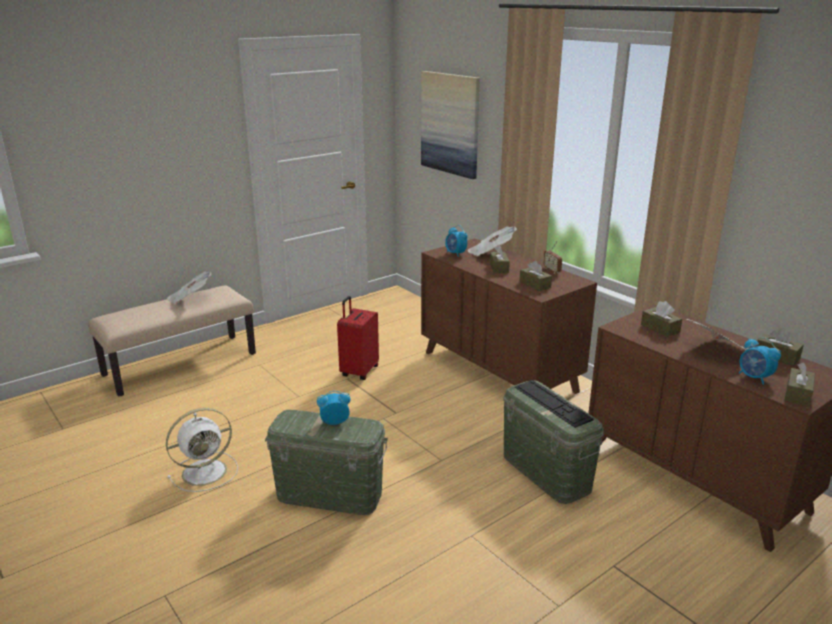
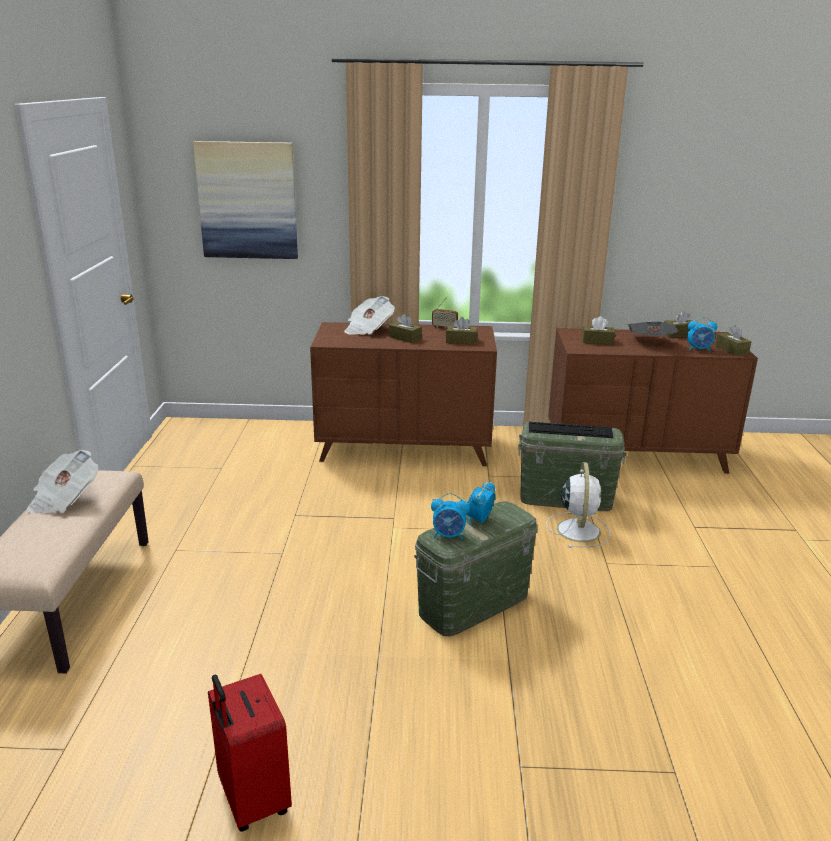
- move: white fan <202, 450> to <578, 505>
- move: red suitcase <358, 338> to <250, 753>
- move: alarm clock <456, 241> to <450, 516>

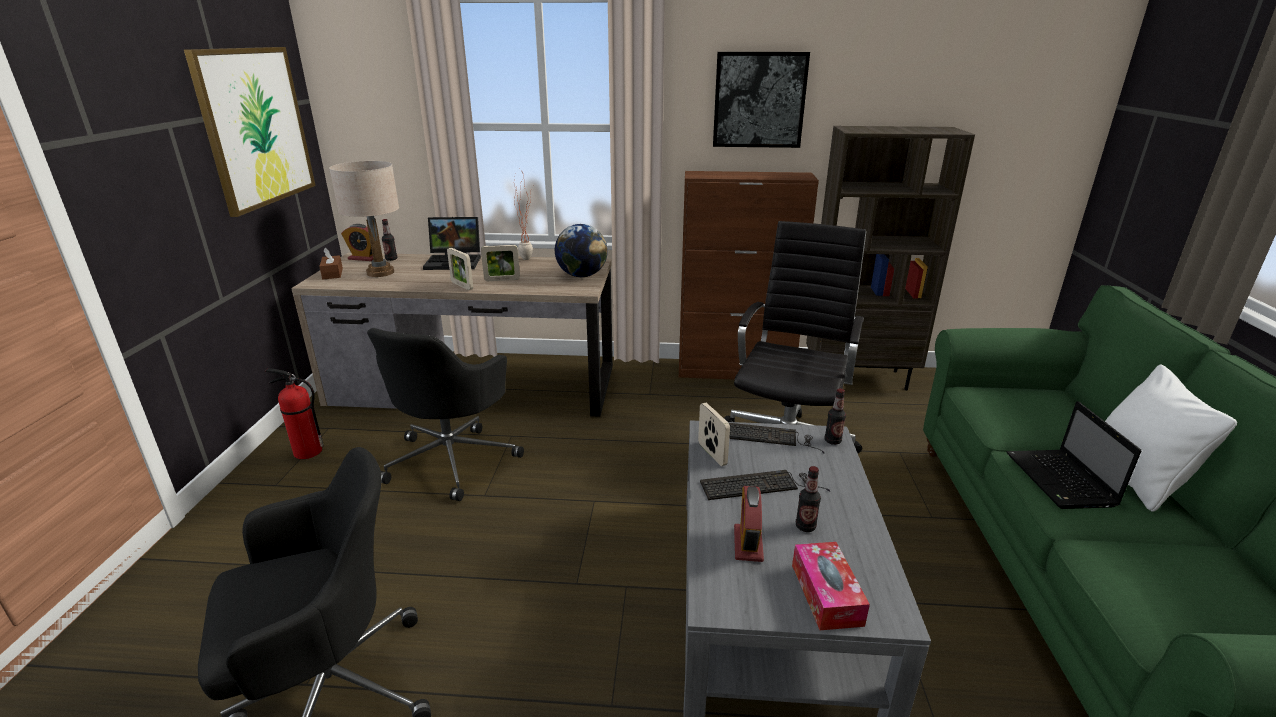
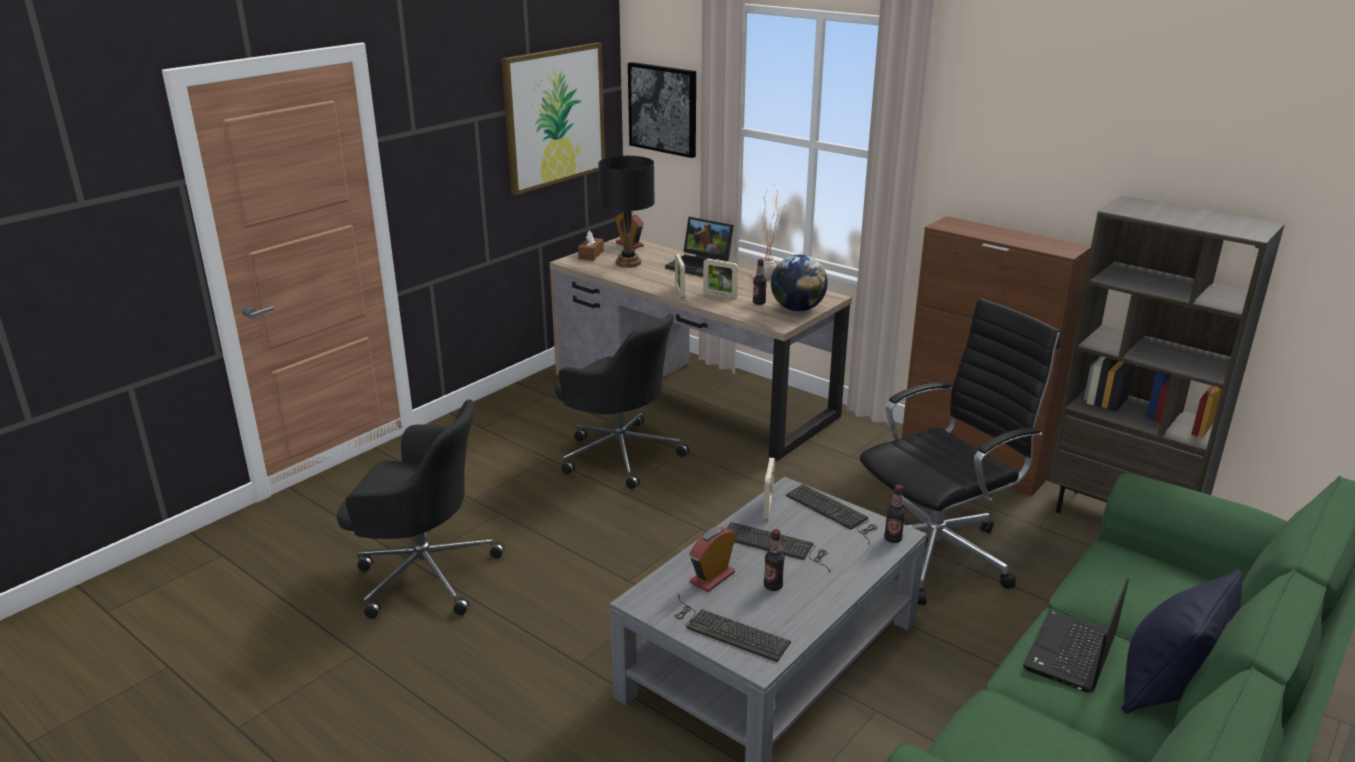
- delete: extinguisher <294, 413>
- move: drink bottle <389, 240> to <760, 282>
- move: picture <761, 100> to <662, 110>
- replace: box of tissues <831, 586> to keyboard <732, 628>
- recolor: beige-coloured lamp for a table <364, 219> to blackish lamp for a table <626, 212>
- recolor: white throw pillow <1171, 438> to blackish throw pillow <1182, 641>
- rotate: blackish office chair <445, 414> = <622, 401> 105 degrees counterclockwise

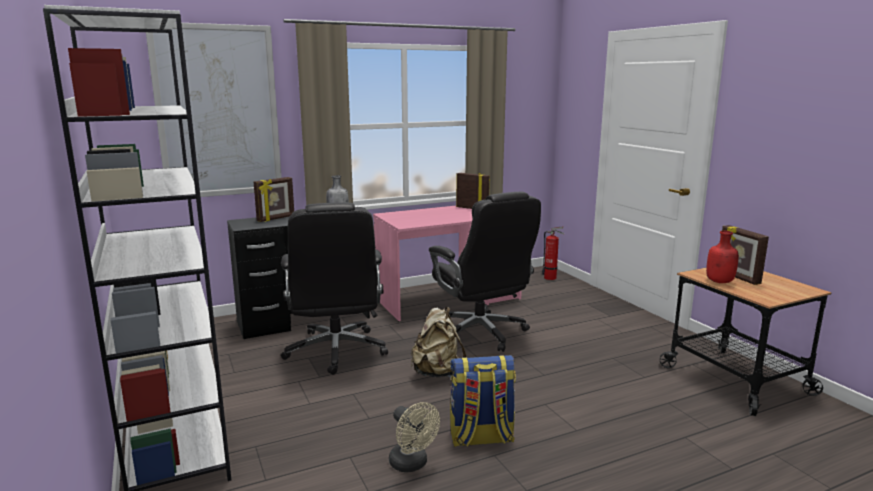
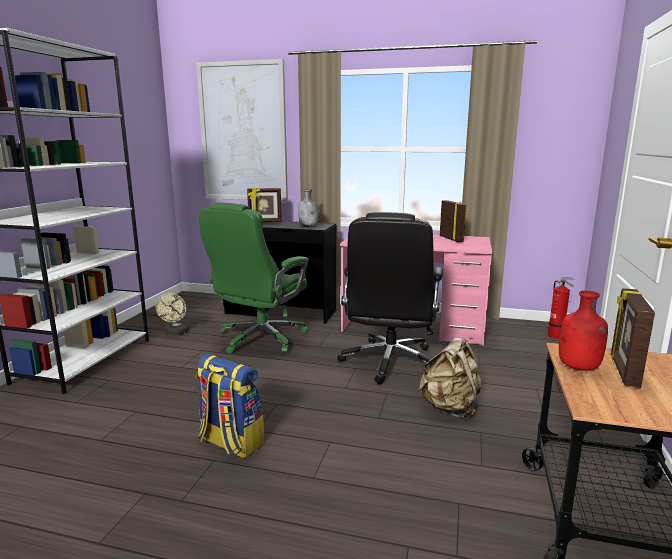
- move: beige-coloured fan <414, 437> to <172, 314>
- move: beige-coloured backpack <439, 342> to <450, 378>
- recolor: blackish office chair <334, 288> to green office chair <254, 278>

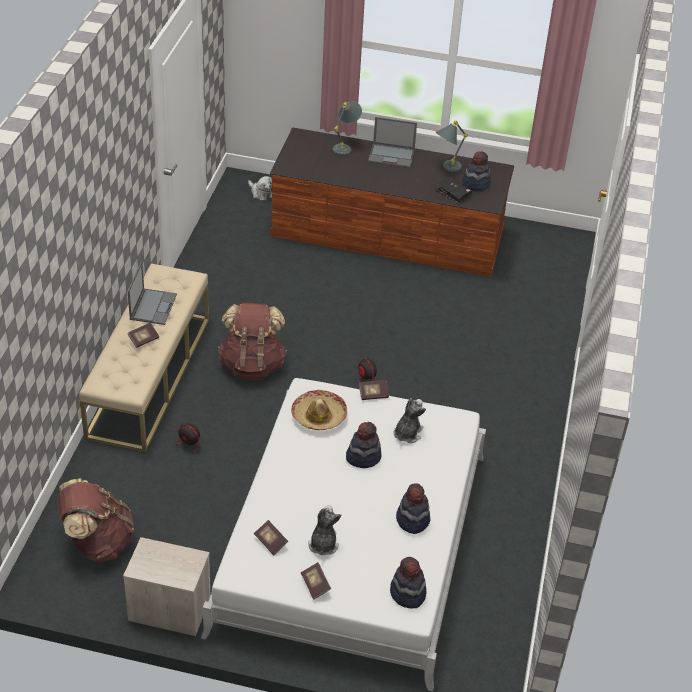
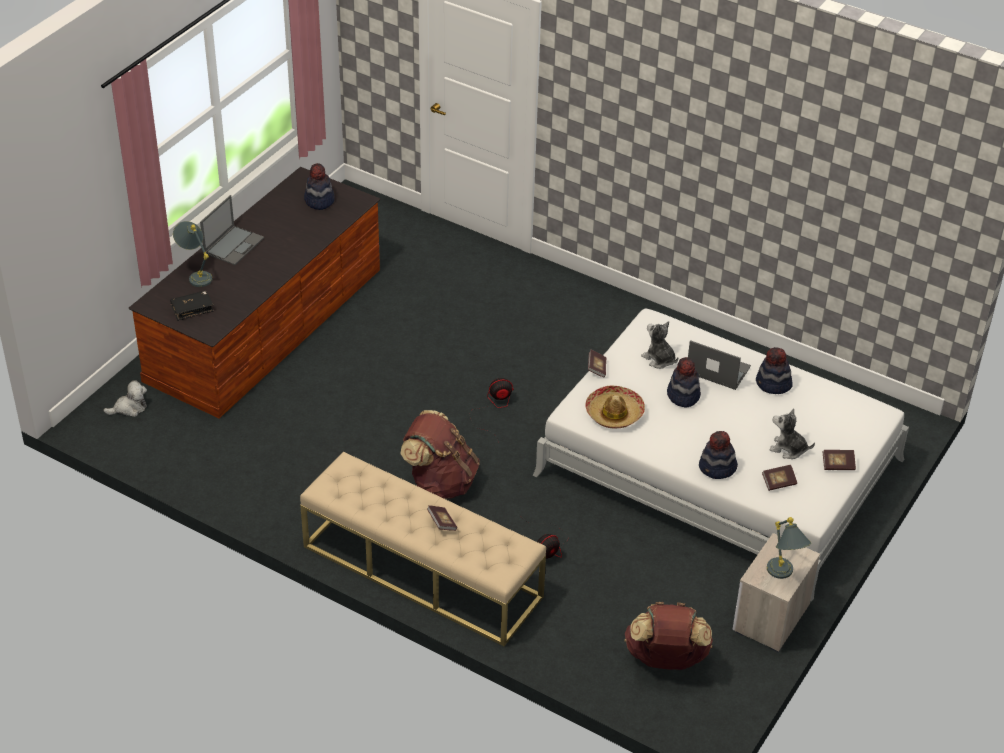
- move: notebook computer <152, 293> to <719, 365>
- move: hat <408, 582> to <718, 455>
- move: gray lamp for a table <452, 146> to <789, 548>
- move: blackish bound book <454, 190> to <192, 305>

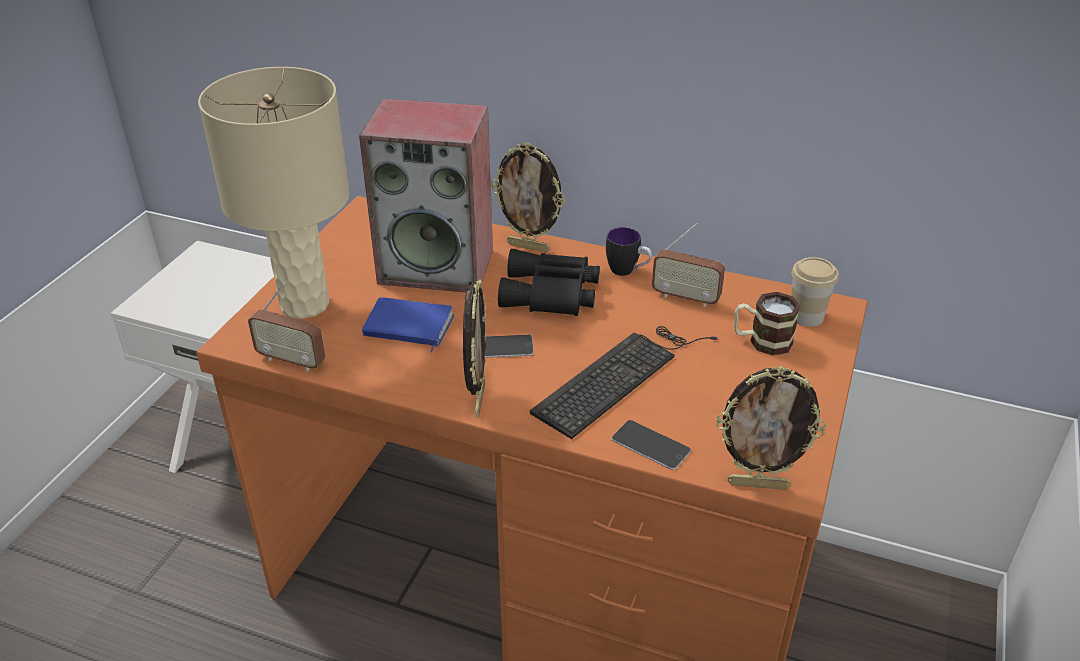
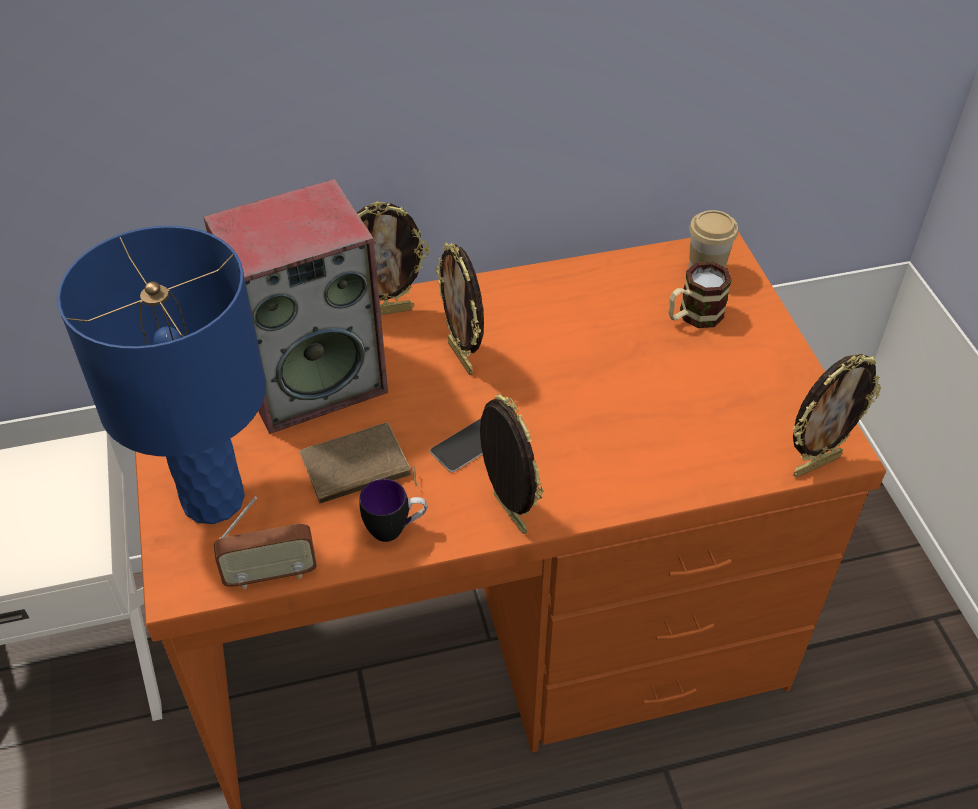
- delete: keyboard <623, 382>
- delete: telephone <651, 445>
- delete: radio set <688, 265>
- move: tea mug <629, 251> to <393, 510>
- replace: blackish binoculars <549, 282> to picture frame <460, 308>
- recolor: beige-coloured lamp for a table <274, 193> to blue-coloured lamp for a table <161, 375>
- recolor: blue-coloured bound book <408, 324> to brownish bound book <358, 462>

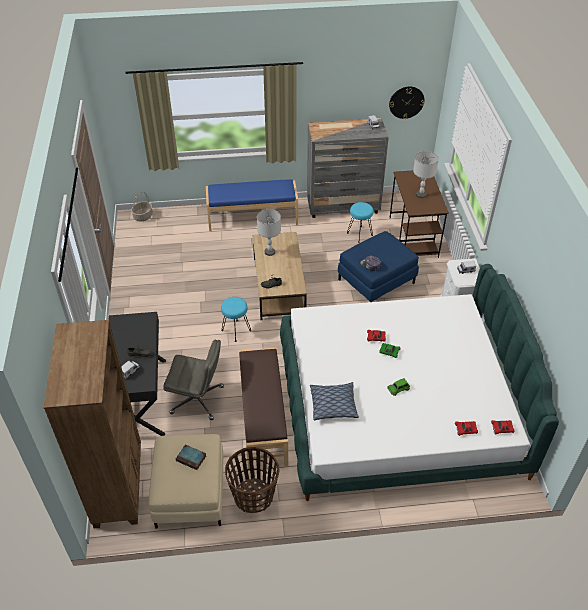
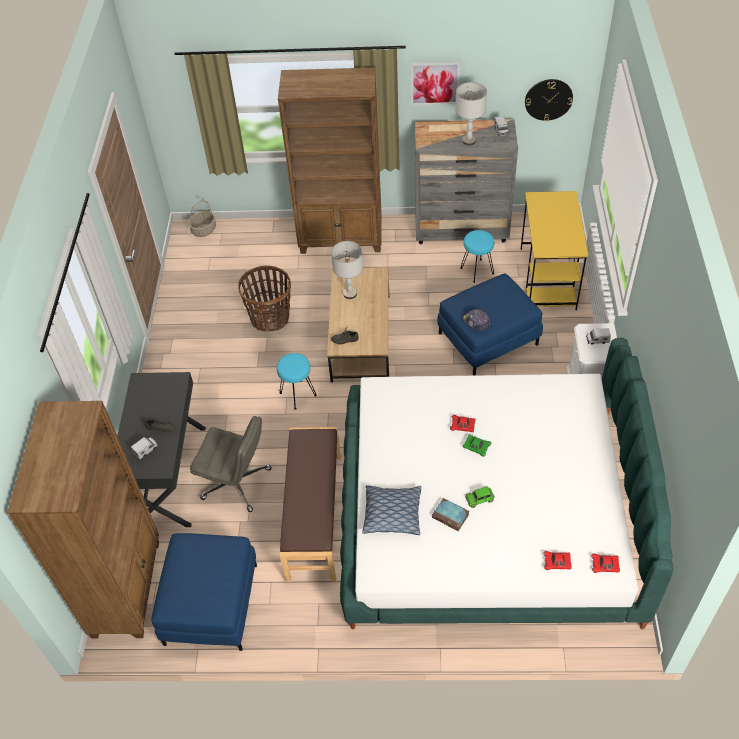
- insert: picture <435, 83>
- move: bound book <191, 457> to <450, 514>
- move: household basket <252, 480> to <264, 299>
- move: gray lamp for a table <426, 174> to <471, 113>
- replace: blue-coloured long seat <252, 205> to brownish bookcase <330, 160>
- recolor: beige-coloured footrest <186, 481> to blue-coloured footrest <204, 592>
- recolor: brownish desk unit <419, 214> to yellowish desk unit <554, 251>

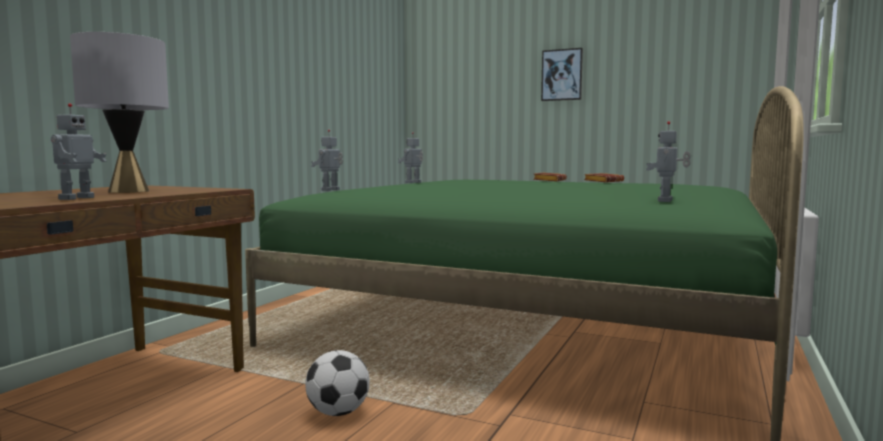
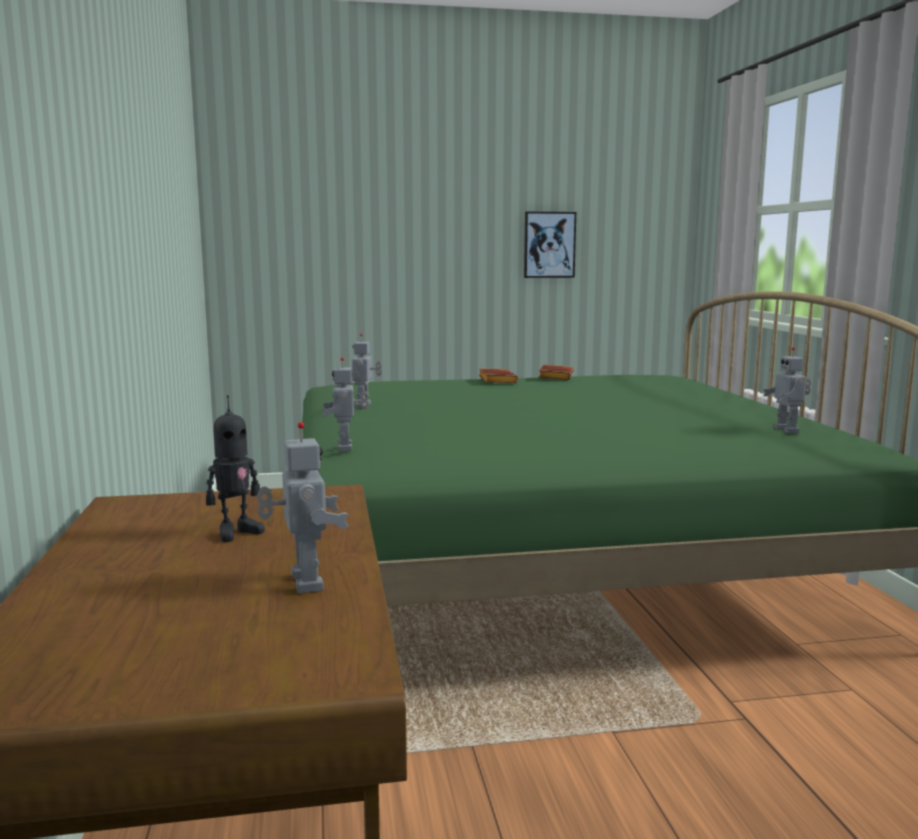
- delete: football ball <337, 383>
- move: picture <562, 74> to <550, 245>
- replace: gray lamp for a table <119, 112> to robot figure <235, 468>

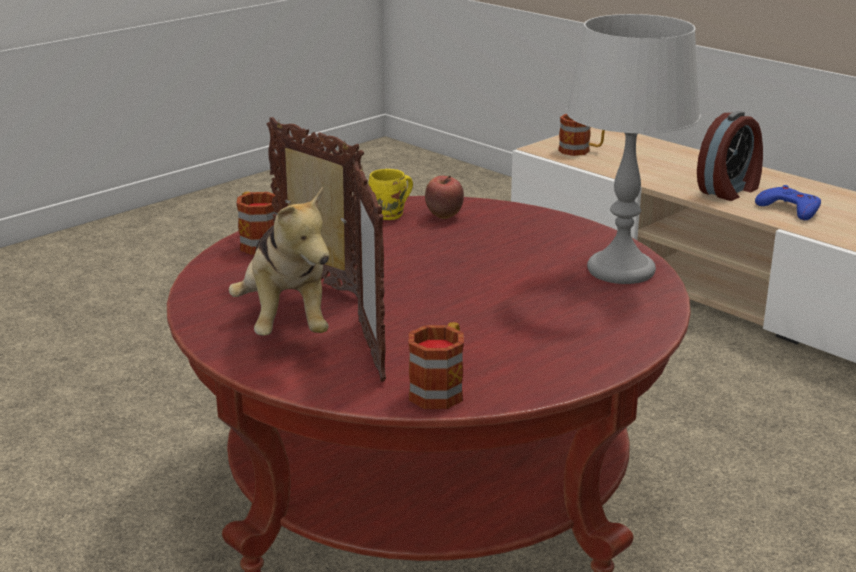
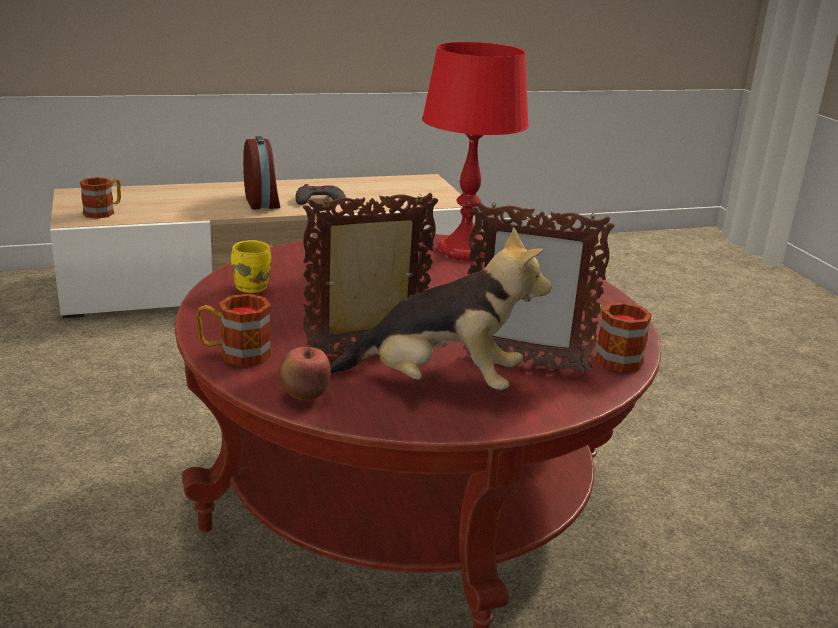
- move: whole apple <444, 197> to <305, 373>
- recolor: gray lamp for a table <633, 149> to red lamp for a table <475, 151>
- recolor: blue-coloured joypad <788, 202> to gray joypad <320, 194>

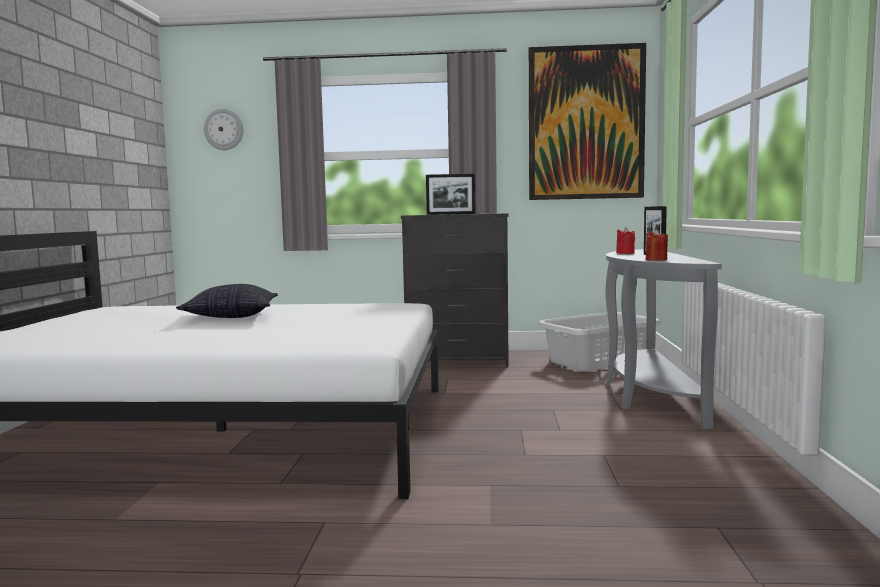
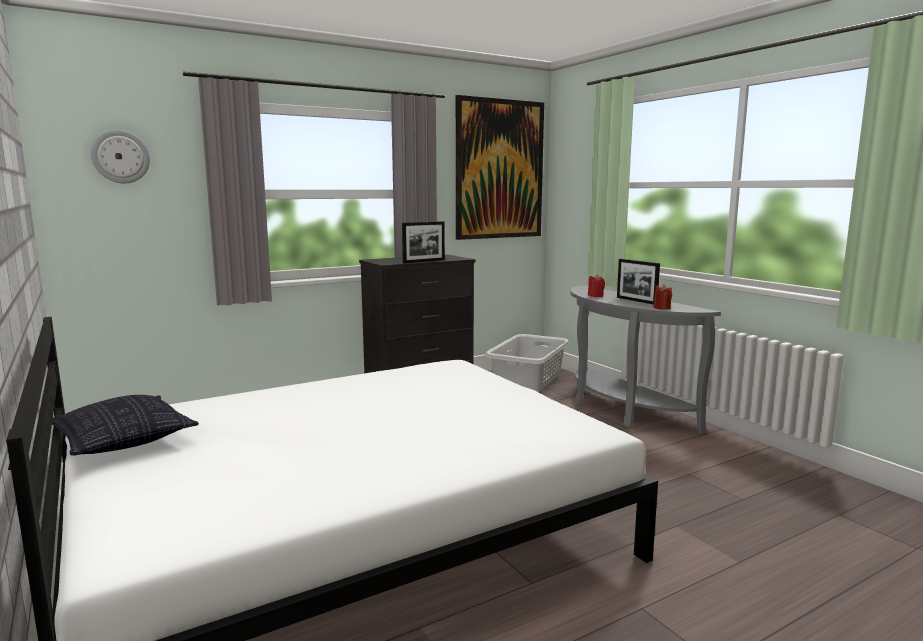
- move: throw pillow <227, 301> to <125, 425>

